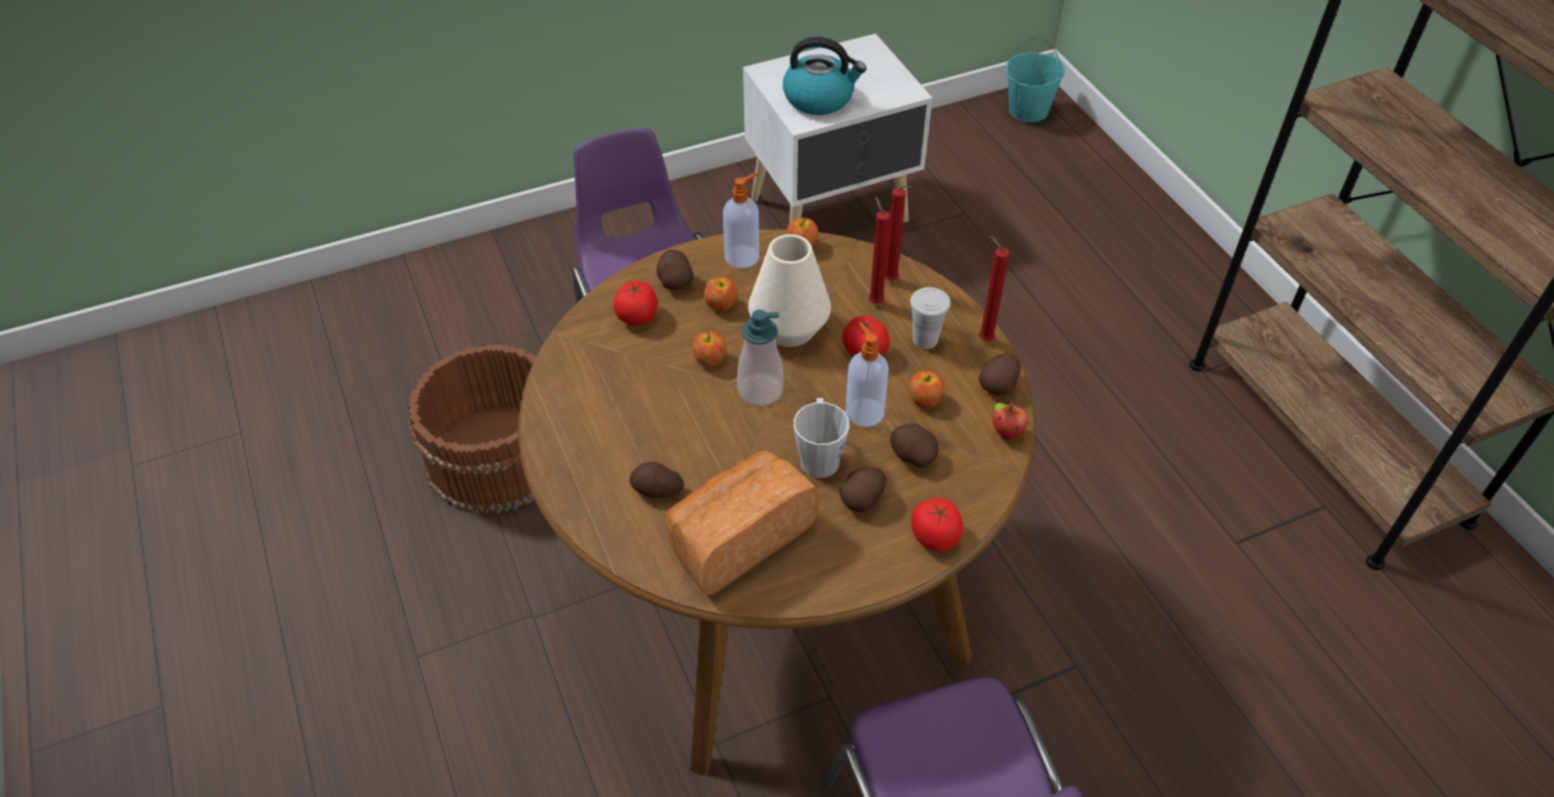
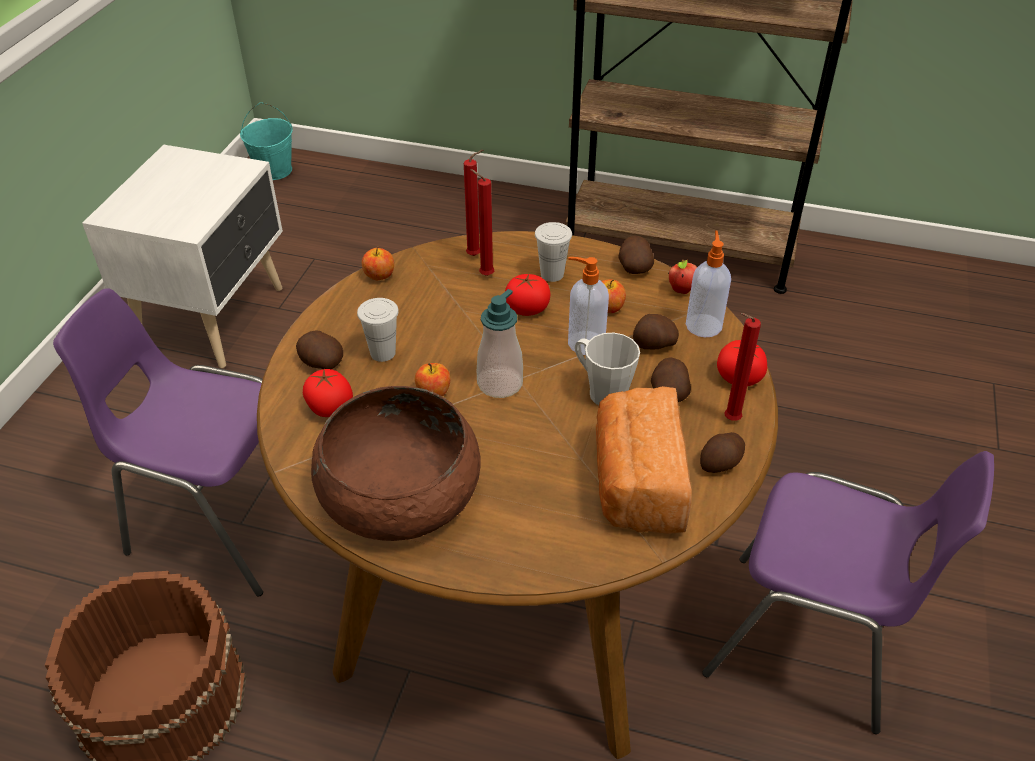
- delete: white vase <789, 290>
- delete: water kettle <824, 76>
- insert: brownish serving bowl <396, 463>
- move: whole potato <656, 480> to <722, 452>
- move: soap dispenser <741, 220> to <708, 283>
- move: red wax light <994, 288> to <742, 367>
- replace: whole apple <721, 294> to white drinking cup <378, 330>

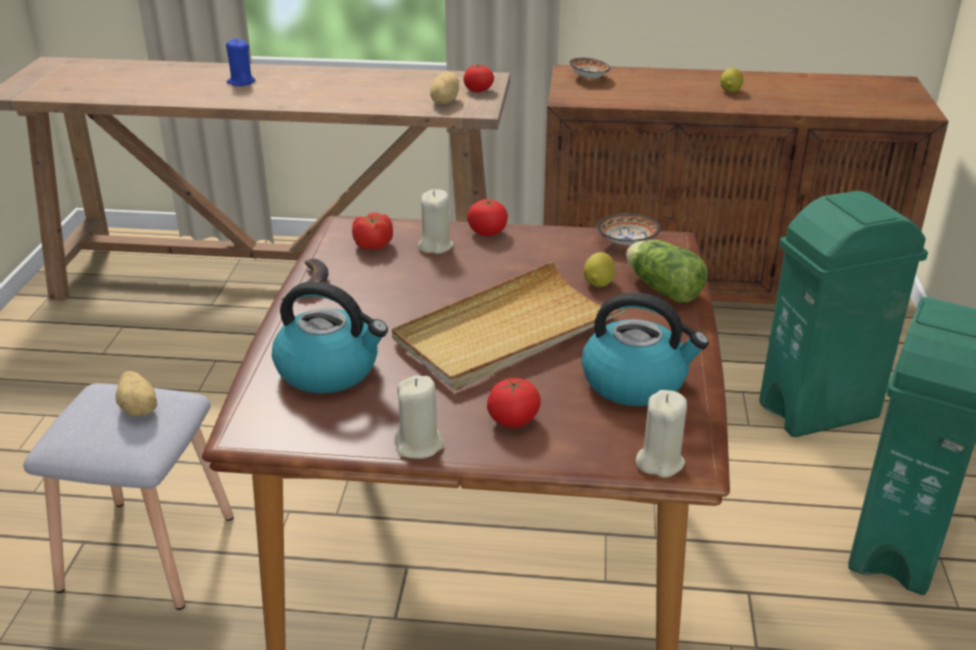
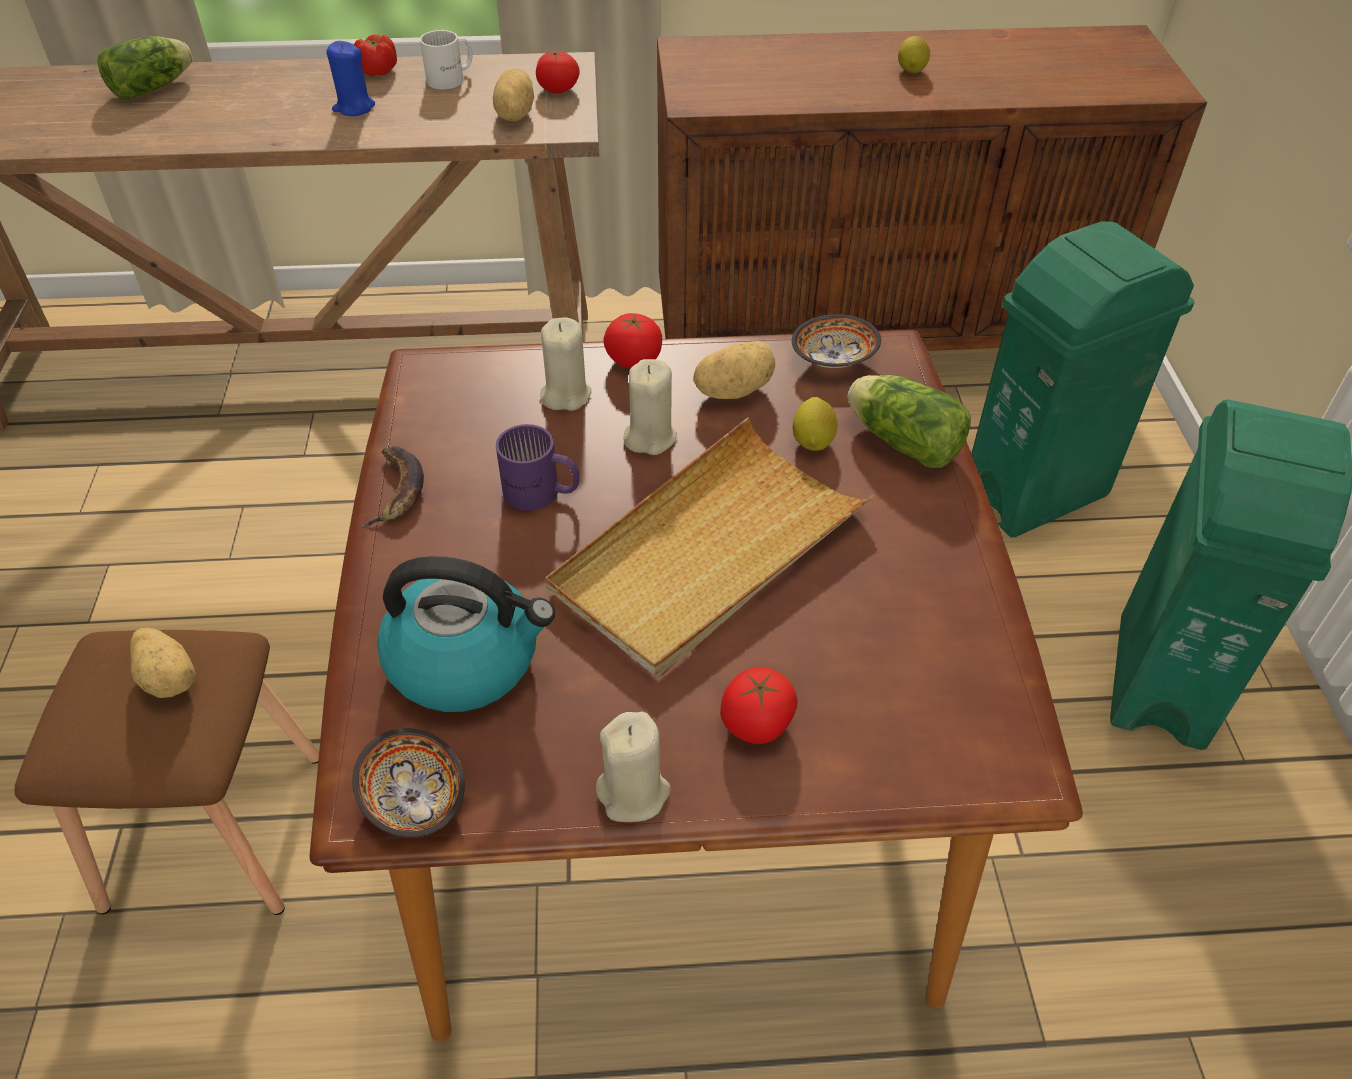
- delete: water kettle <645, 349>
- insert: lettuce head <145, 67>
- insert: white tea mug <446, 59>
- insert: purplish tea mug <537, 467>
- insert: whole potato <734, 370>
- move: blue-coloured wax light <241, 62> to <350, 78>
- move: fresh tomato <372, 231> to <375, 55>
- move: serving bowl <589, 68> to <408, 783>
- move: beige-coloured wax light <661, 434> to <650, 407>
- recolor: gray stool seat <128, 496> to brownish stool seat <167, 772>

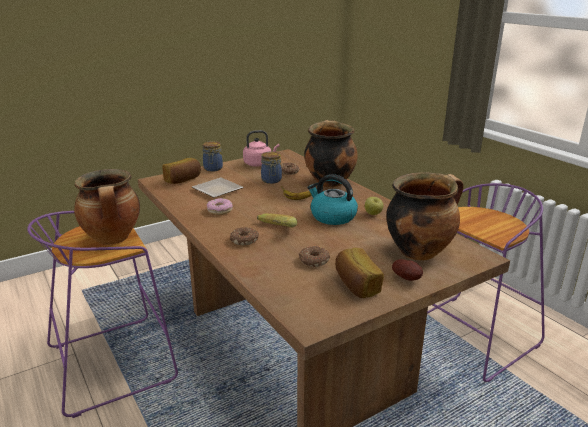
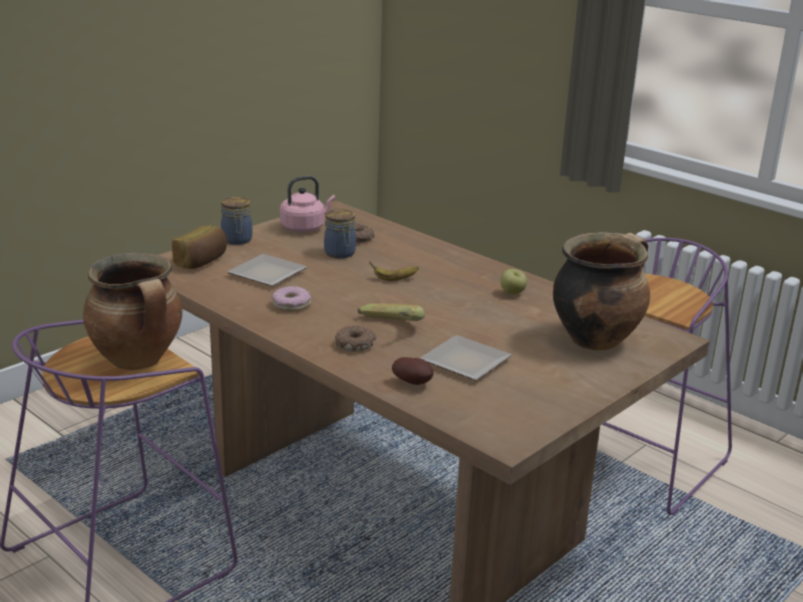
- delete: cooking pot <330, 154>
- delete: water kettle <332, 199>
- delete: bread <359, 273>
- move: whole potato <407, 270> to <413, 371>
- replace: ring doughnut <314, 256> to plate <465, 358>

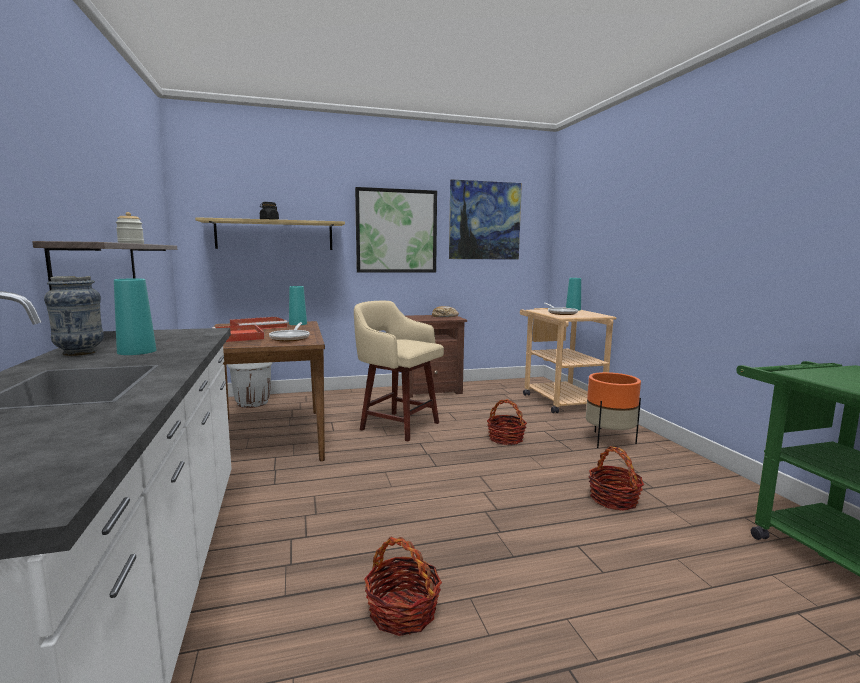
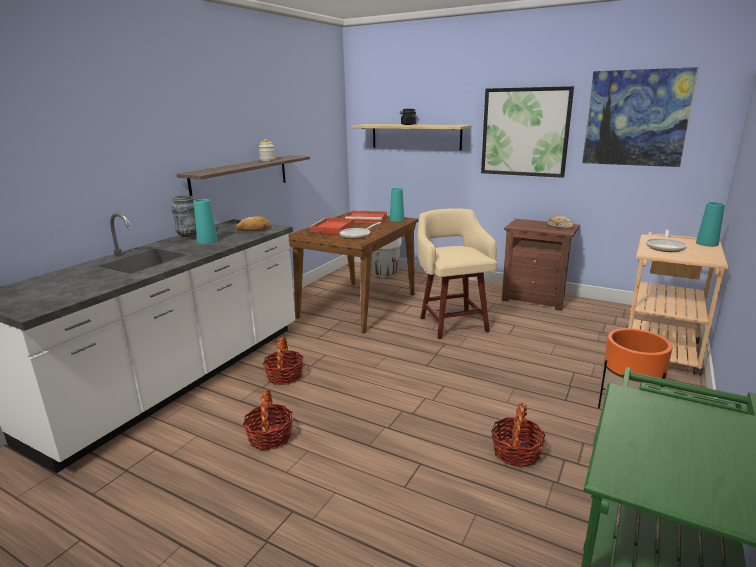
- insert: bread <253, 223>
- move: household basket <507, 422> to <283, 361>

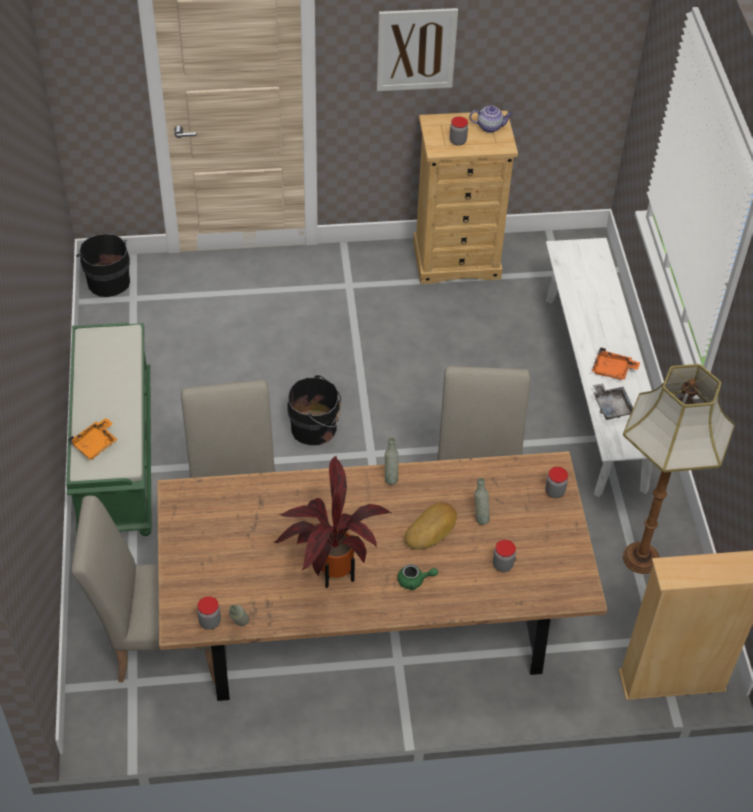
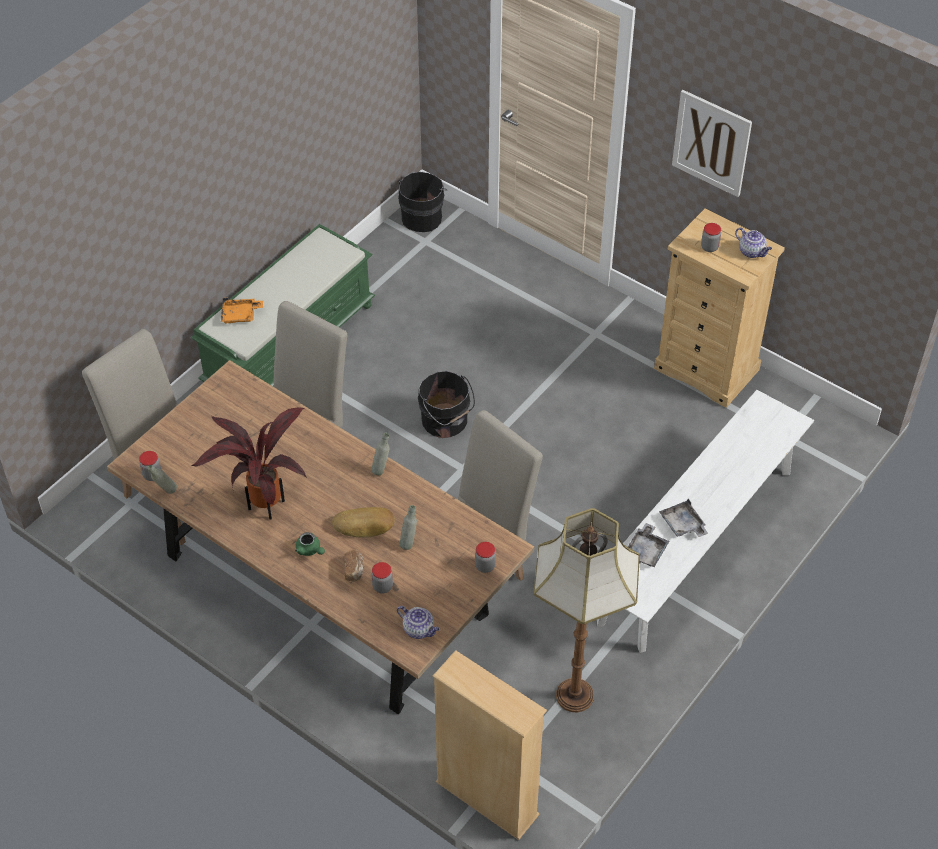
- insert: bread <354, 565>
- insert: teapot <418, 622>
- recolor: orangey tray <616, 363> to gray tray <683, 518>

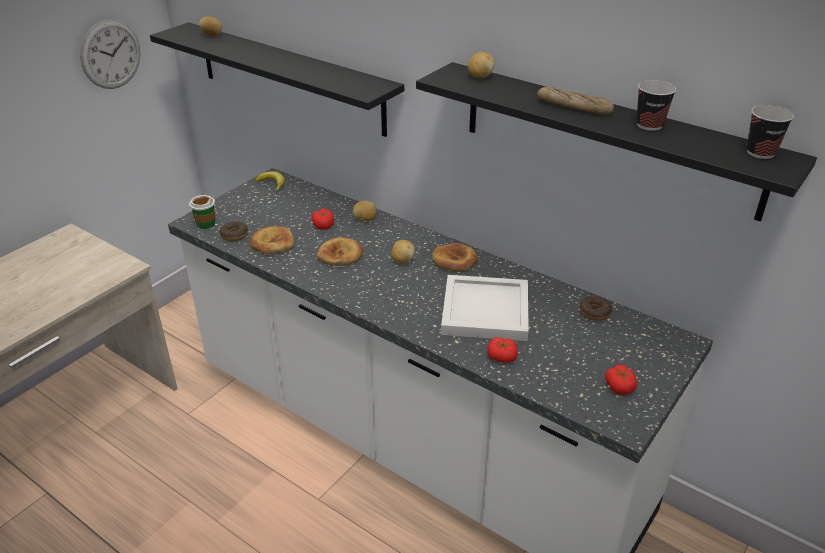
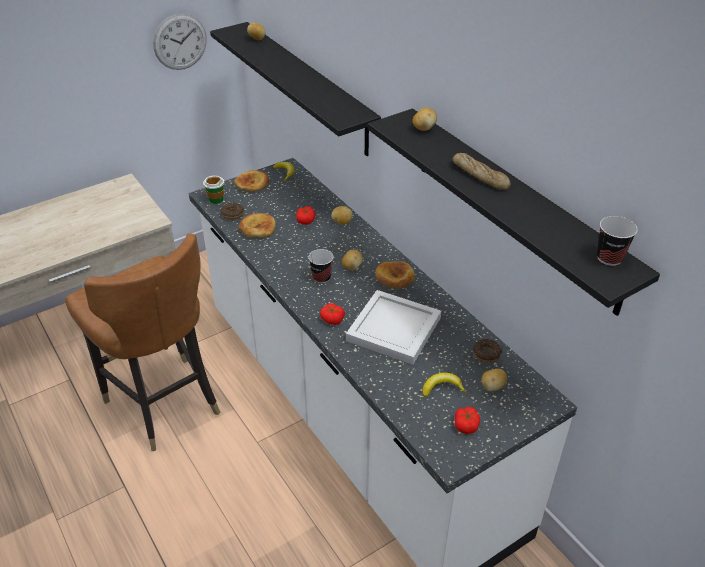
- insert: brownish plain chair <142, 342>
- insert: whole banana <444, 385>
- insert: whole potato <494, 380>
- move: bread <340, 251> to <251, 181>
- move: fresh tomato <502, 350> to <332, 314>
- move: drinking cup <656, 105> to <321, 266>

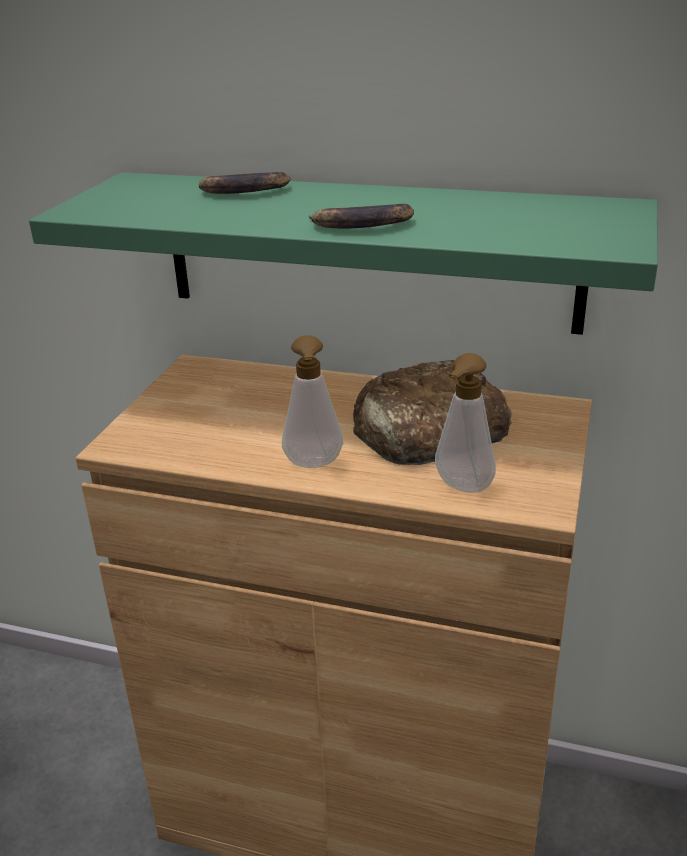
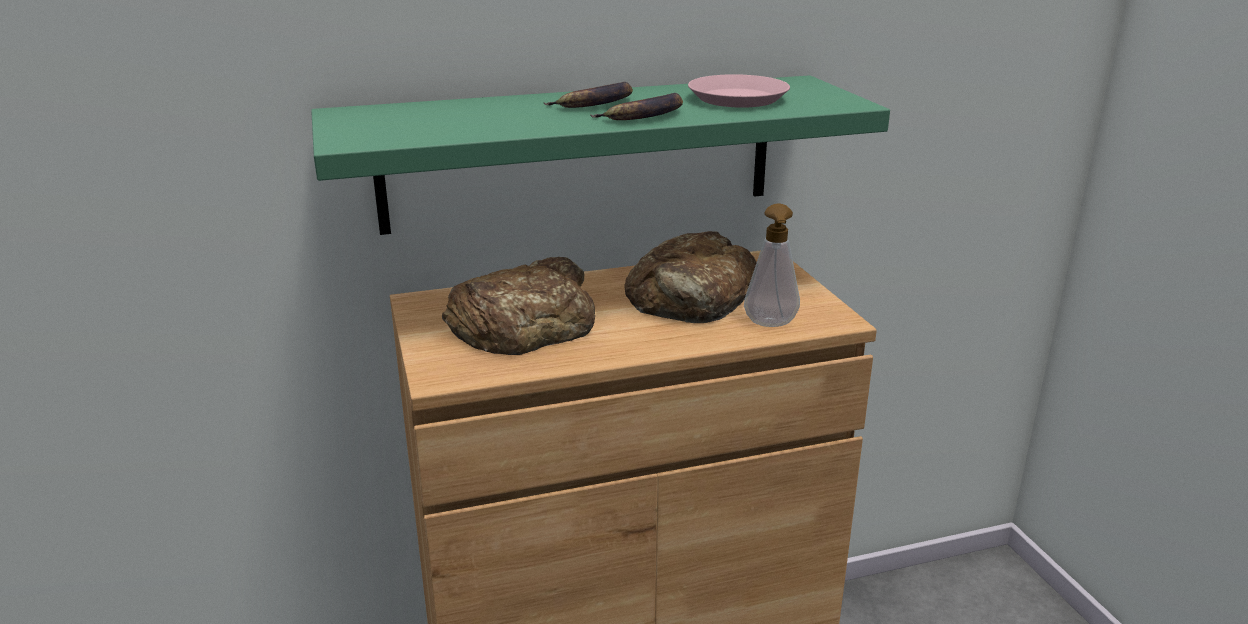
- delete: soap dispenser <312, 401>
- insert: bread <518, 306>
- insert: pink-coloured plate <739, 91>
- move: whole banana <245, 183> to <588, 95>

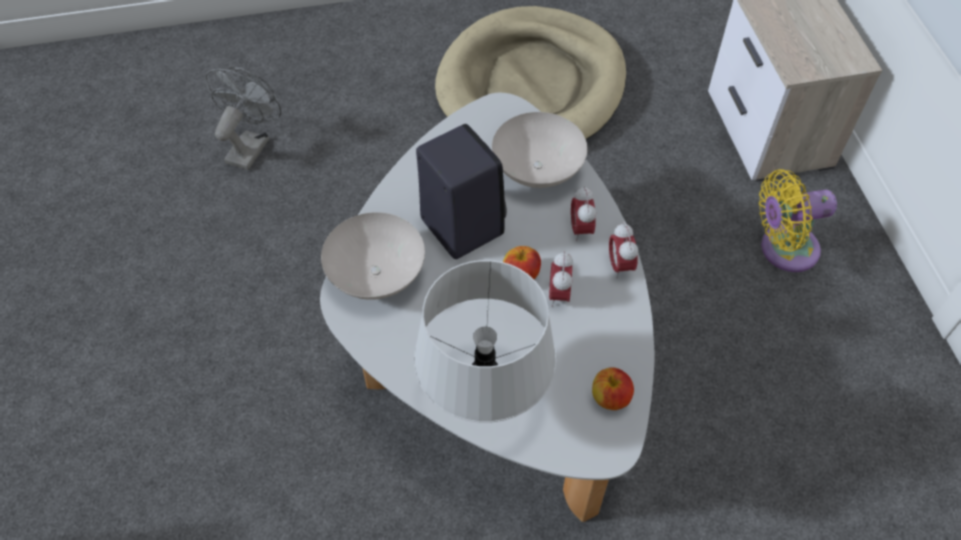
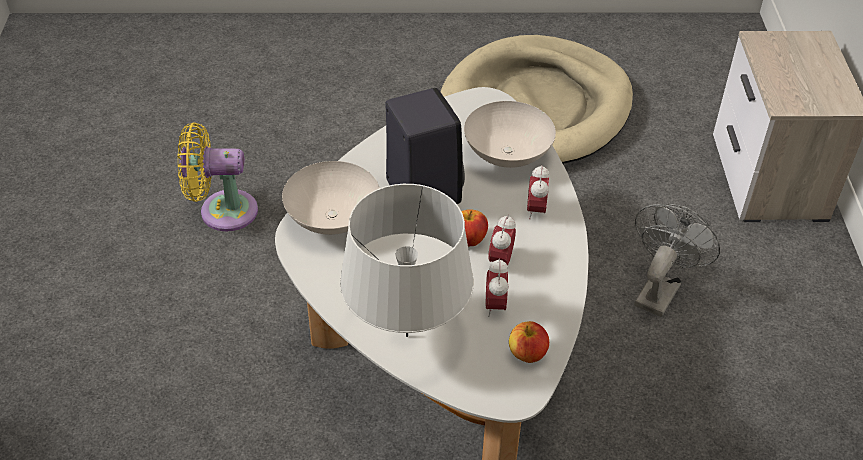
- move: gray fan <243, 118> to <677, 260>
- move: alarm clock <623, 251> to <497, 287>
- move: yellowish fan <798, 220> to <218, 177>

